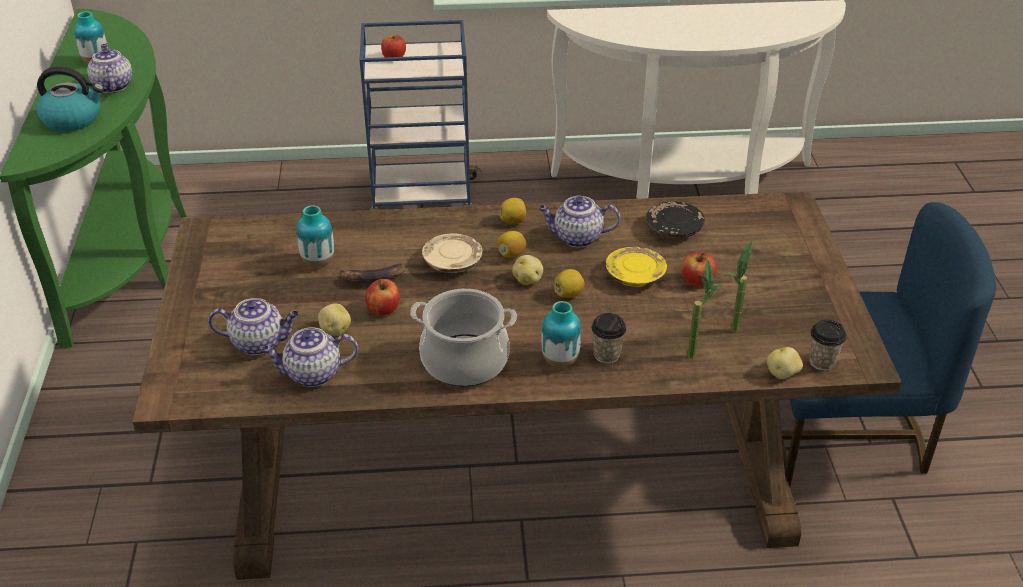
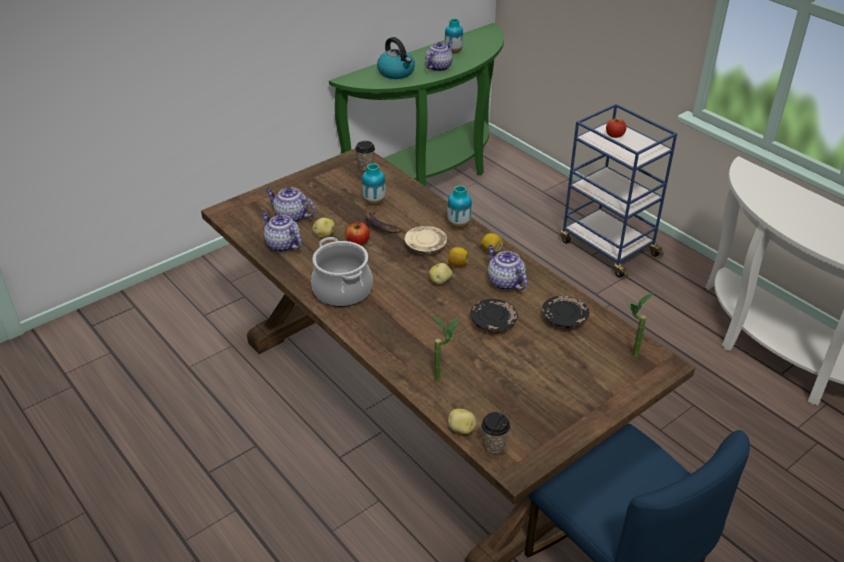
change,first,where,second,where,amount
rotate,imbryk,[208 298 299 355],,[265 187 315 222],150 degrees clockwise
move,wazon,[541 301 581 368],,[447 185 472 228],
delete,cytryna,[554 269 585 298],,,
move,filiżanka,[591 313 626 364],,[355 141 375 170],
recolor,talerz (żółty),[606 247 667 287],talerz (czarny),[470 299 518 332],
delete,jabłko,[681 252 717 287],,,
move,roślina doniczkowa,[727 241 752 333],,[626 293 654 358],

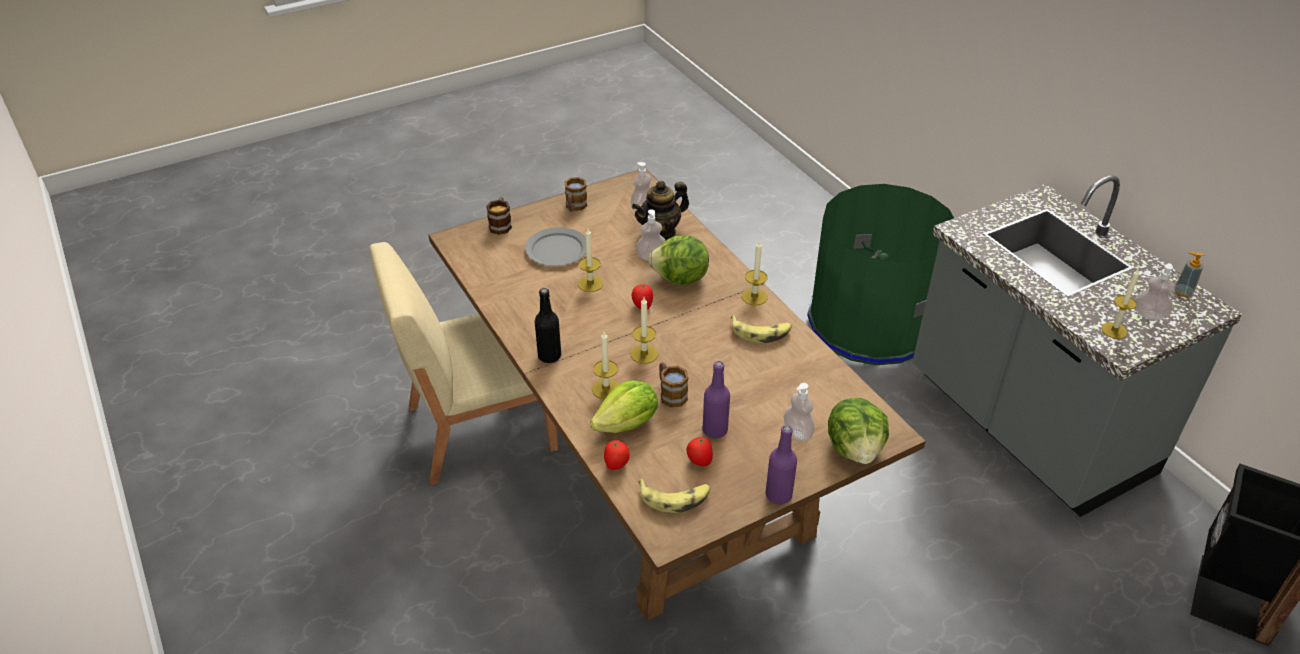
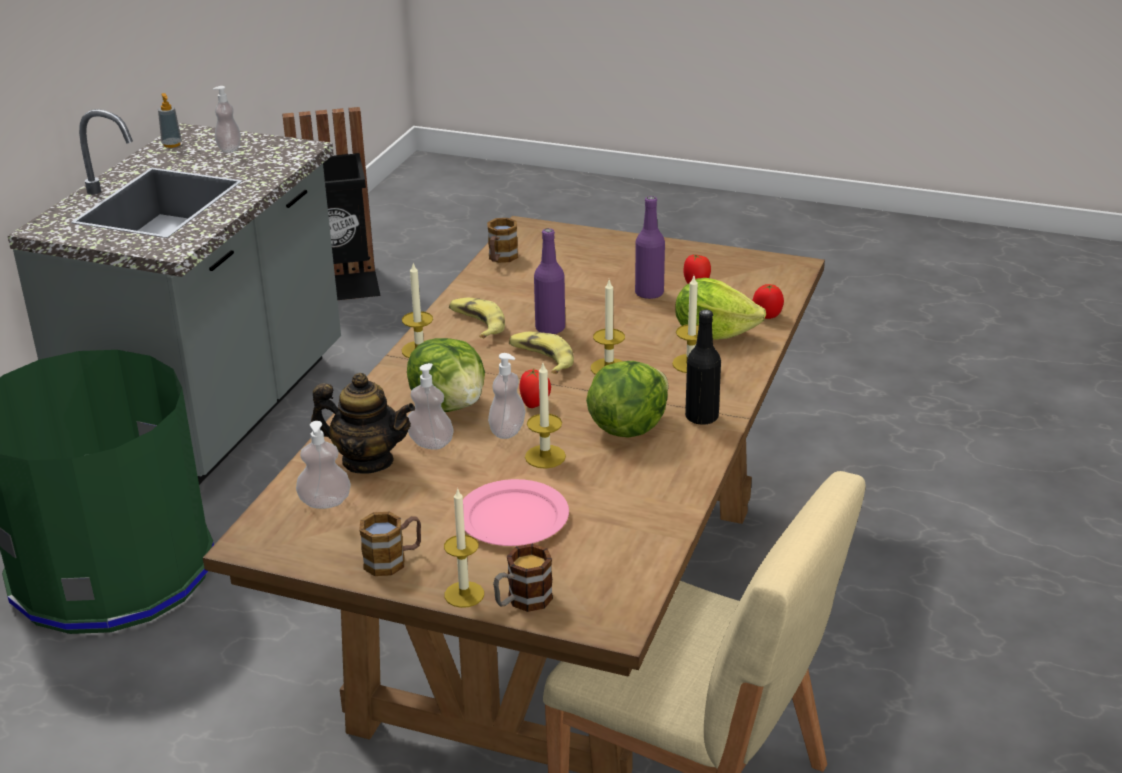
change,first,where,second,where,amount
recolor,talerz (szary),[525 227 586 266],talerz (różowy),[463 479 569 546],
move,banan,[638 479 710 513],,[509 332 574 374],
move,kubek,[659 362 689 407],,[487 218 518 263],
move,butelka (fioletowy),[766 425 797 504],,[534 228 565 334],
move,dozownik mydła,[784 383 815 441],,[488 353 525 439],
move,sałata,[828 398 889 464],,[586 361 669 437],
move,świeca,[1102 268 1139 339],,[444 488 484 608],

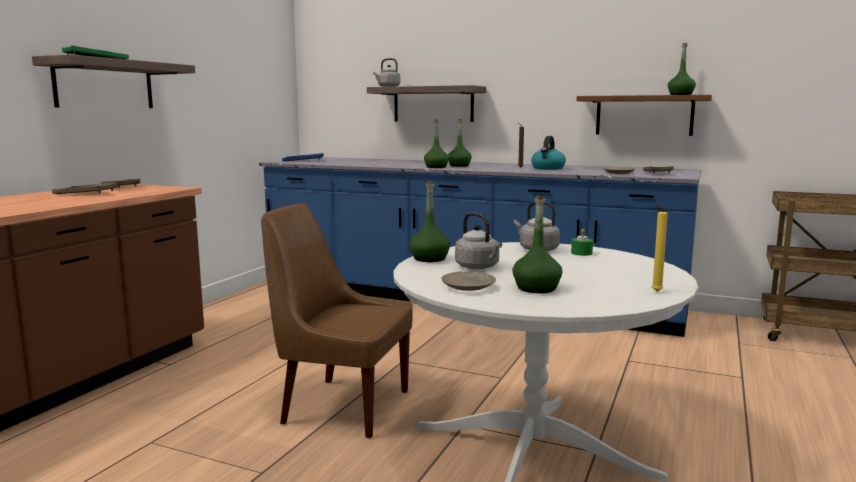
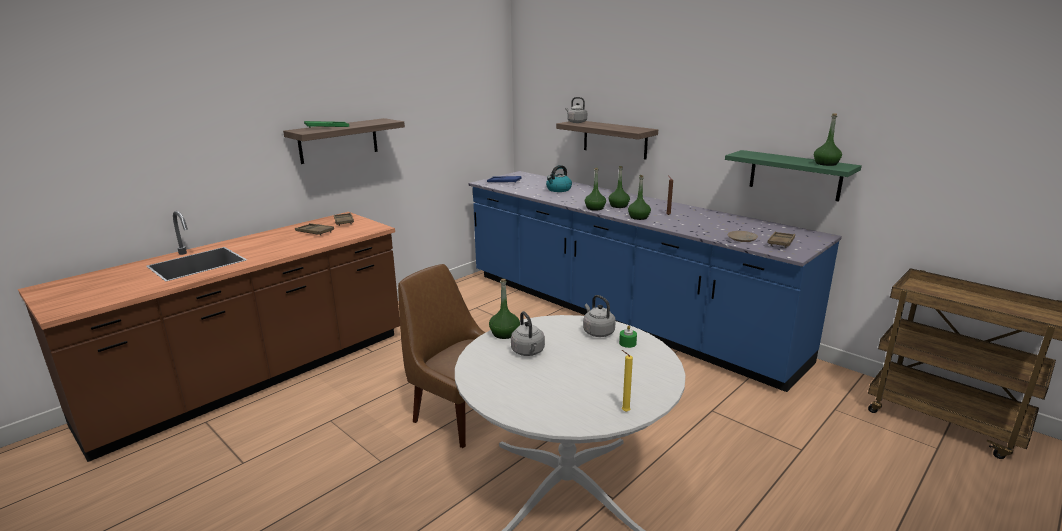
change,first,where,second,where,amount
delete,talerz (beżowy),[441 271 496 291],,,
move,butelka (zielony),[512 195 562 293],,[628 175 651 220],
move,czajnik,[531 136 566 170],,[546 165 572 192],
recolor,półka (brązowy),[577 95 712 136],półka (zielony),[725 150 862 201],

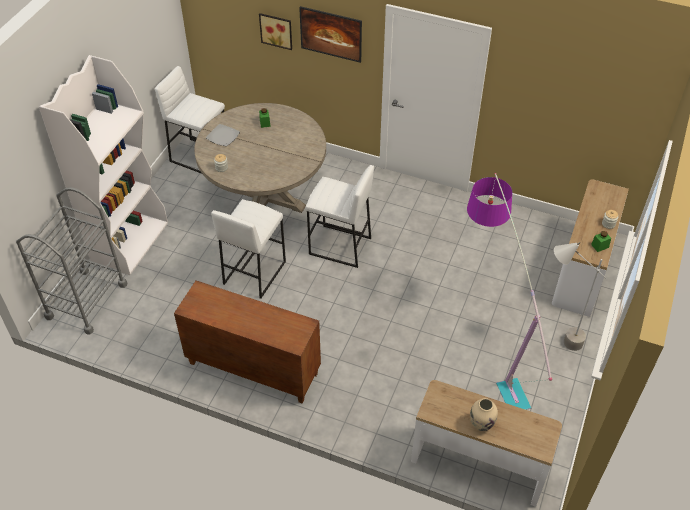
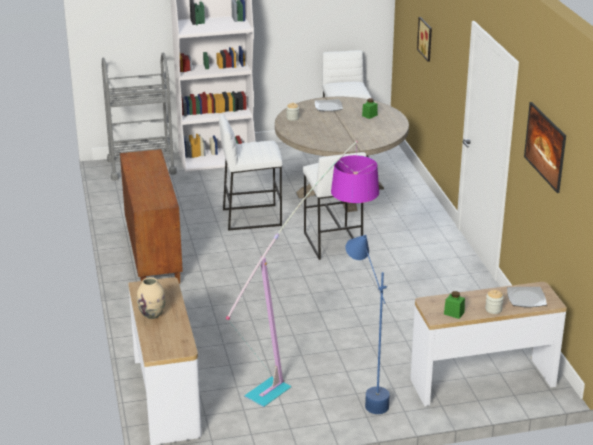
change,first,where,second,where,amount
move,obraz,[299 6 362 63],,[524 102 566 193],
recolor,lampa stojąca (szary),[554 242 607 351],lampa stojąca (niebieski),[345 235 389 414],
insert,,,talerz,[507 287 547 307],

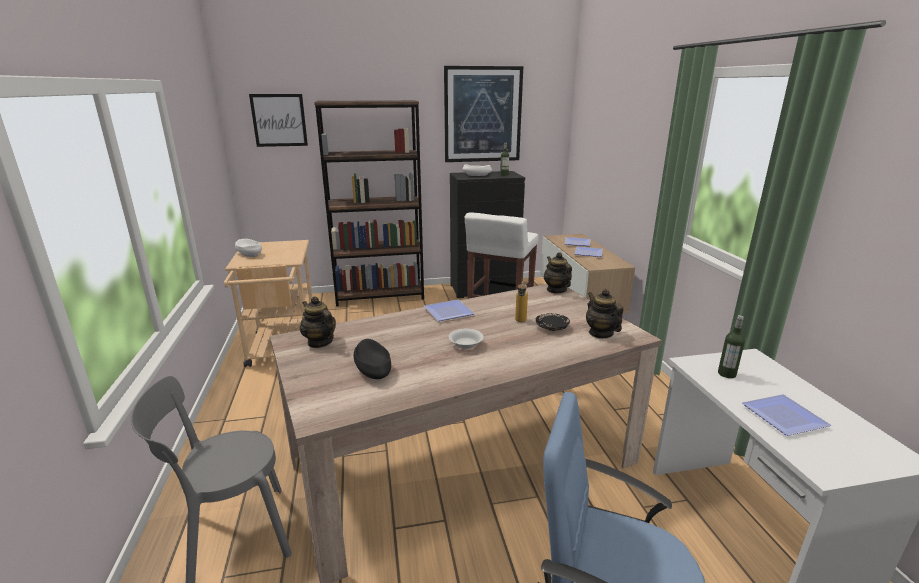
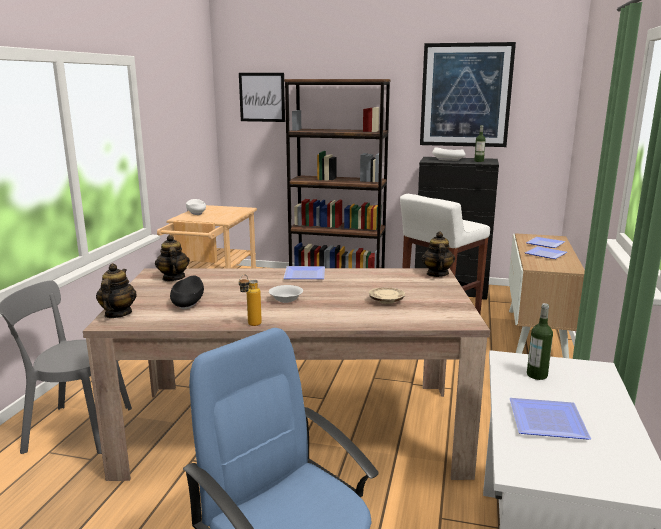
change,first,where,second,where,amount
move,butelka,[515 282 528 322],,[239 275 262 326],
recolor,talerz (czarny),[536 313 570 331],talerz (beżowy),[369 287 405 304],
move,imbryk,[586 289 623 339],,[96 263 137 318],

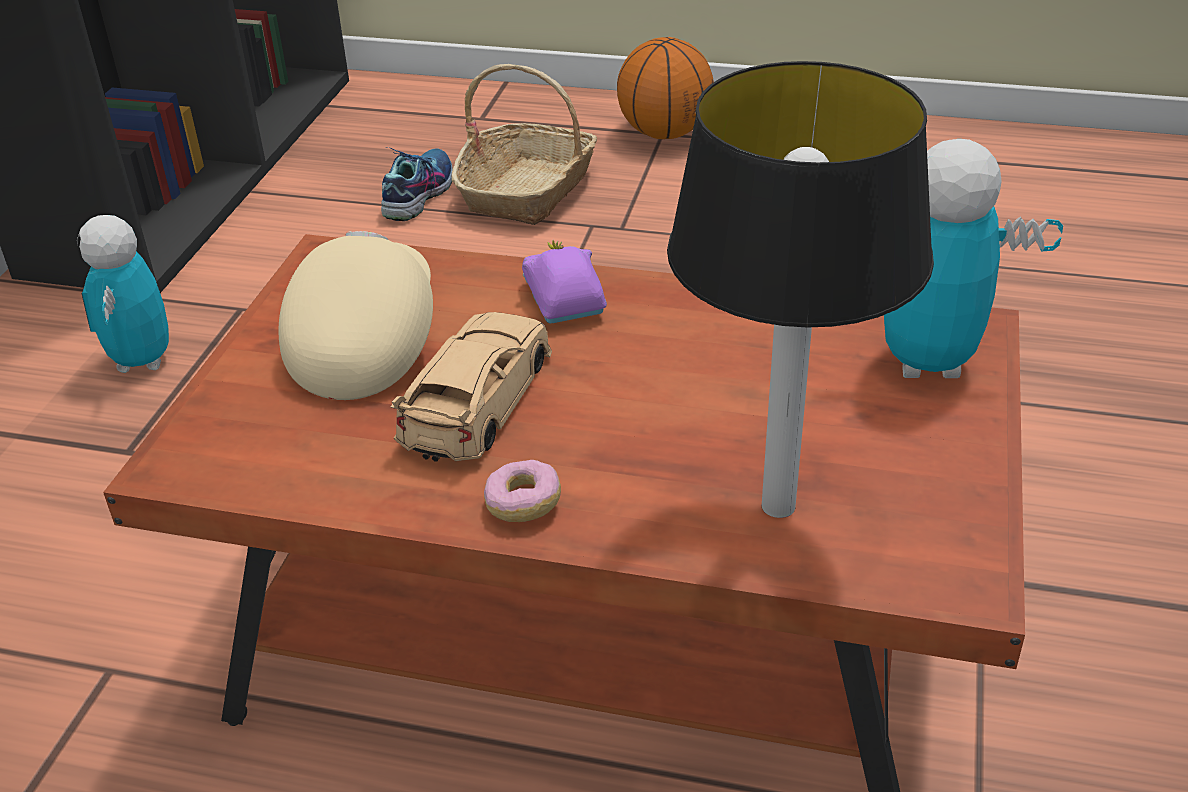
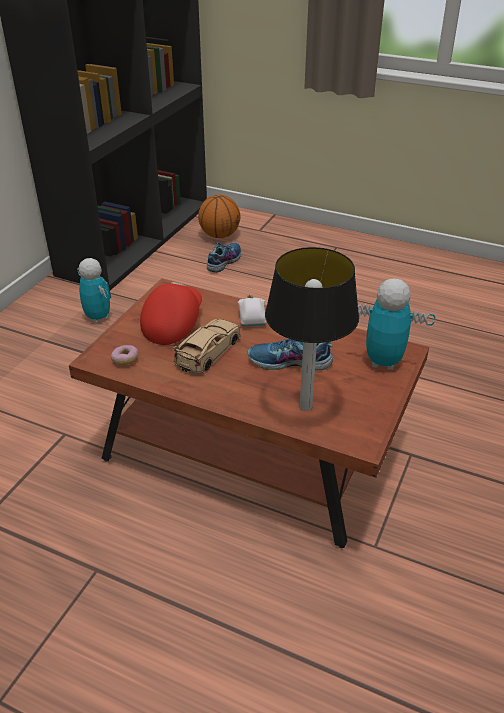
change,first,where,second,where,amount
rotate,robot zabawkowy,[77 215 169 373],,[77 258 111 323],135 degrees clockwise
recolor,czapka z daszkiem (beżowy),[278 231 433 400],czapka z daszkiem (czerwony),[140 282 202 345],
delete,koszyk,[452 64 597 225],,,
move,donut,[484 460 561 522],,[111 345 139 365],
recolor,samochodzik (fioletowy),[522 240 607 323],samochodzik (biały),[237 295 267 327],
move,piłka do koszykówki,[617 37 714 139],,[198 195 240 238],
insert,,,but,[248 339 333 370],

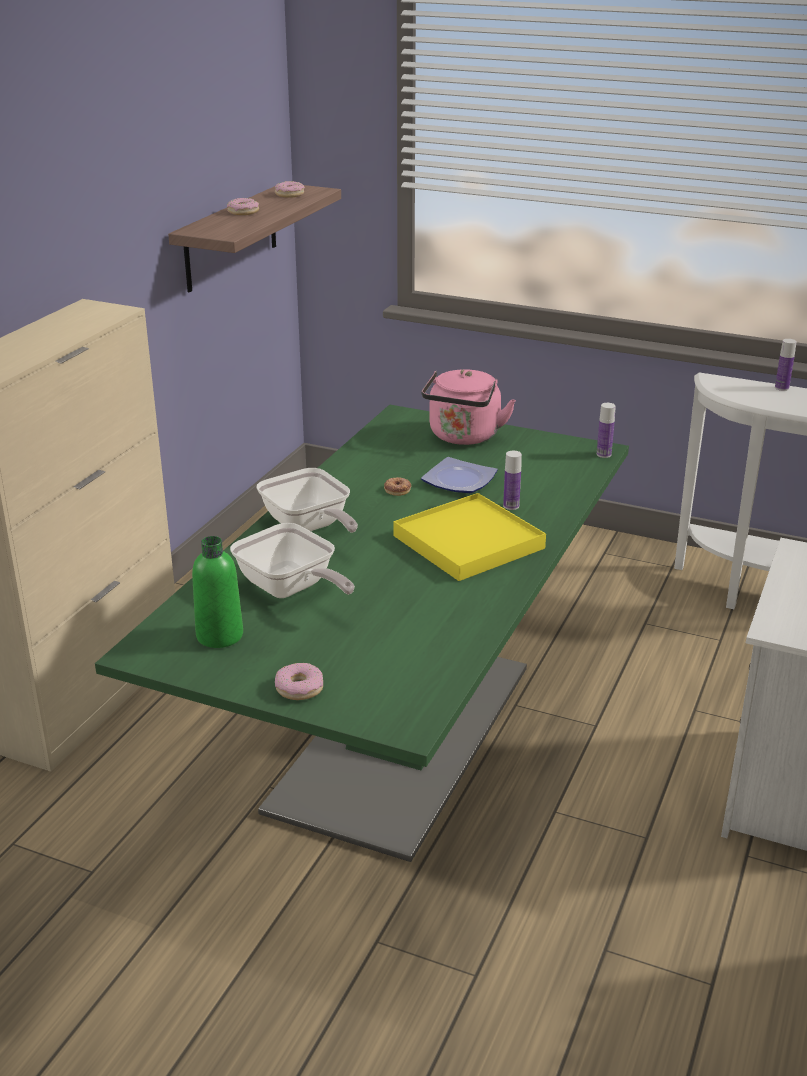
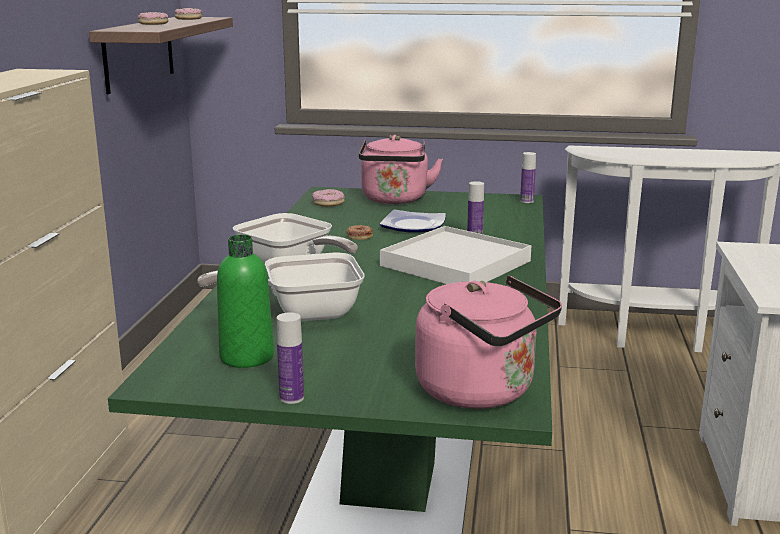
change,first,where,second,where,amount
rotate,patelnia,[230 523 355 598],,[198 253 365 322],135 degrees clockwise
move,donut,[275 663 323 700],,[312 189 345 207],
recolor,taca (żółty),[393 493 546 581],taca (biały),[380 226 532 284],
move,butelka,[775 339 797 391],,[277 312 304 404],
insert,,,czajnik (różowy),[415 275 562 409],

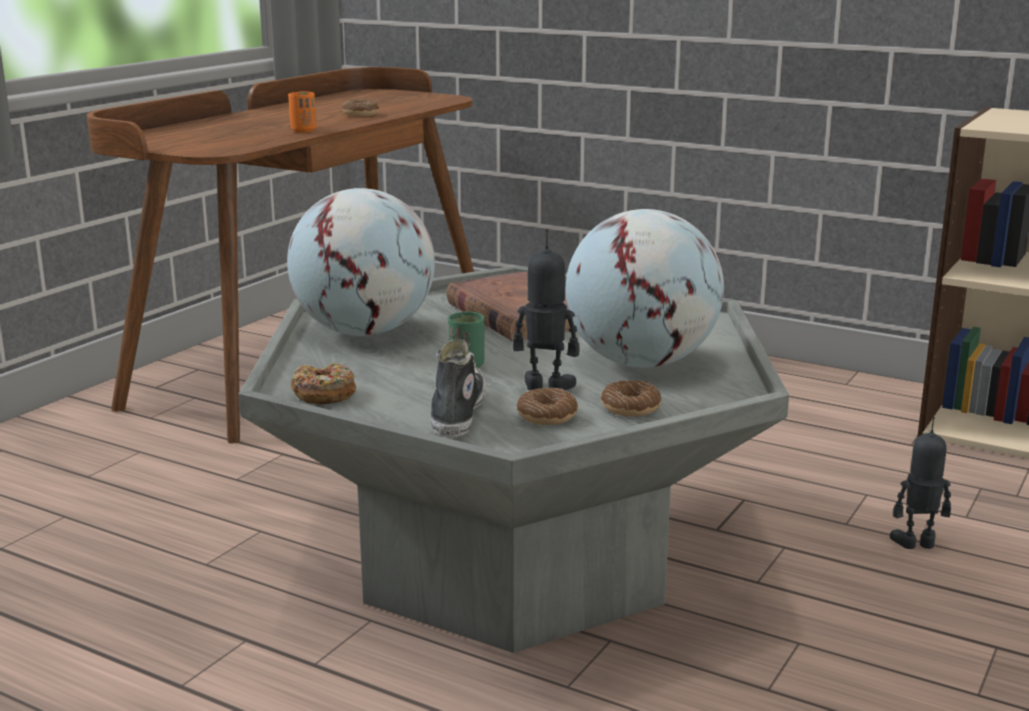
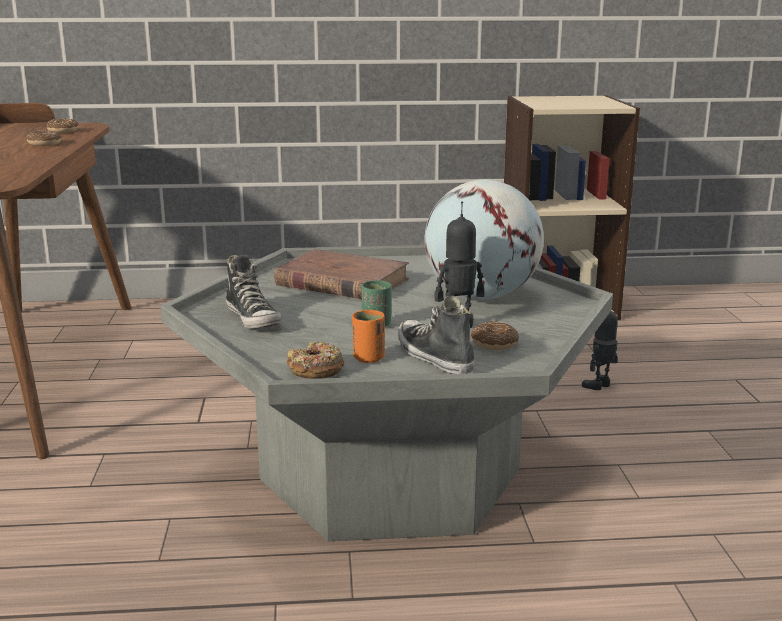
change,first,where,second,where,amount
replace,globus,[287 188 435 336],but,[226 255 282 328],
move,filiżanka (pomarańczowy),[288 92 317 132],,[352 310 385 363],
move,donut,[601 380 661 417],,[47 118 79 133],

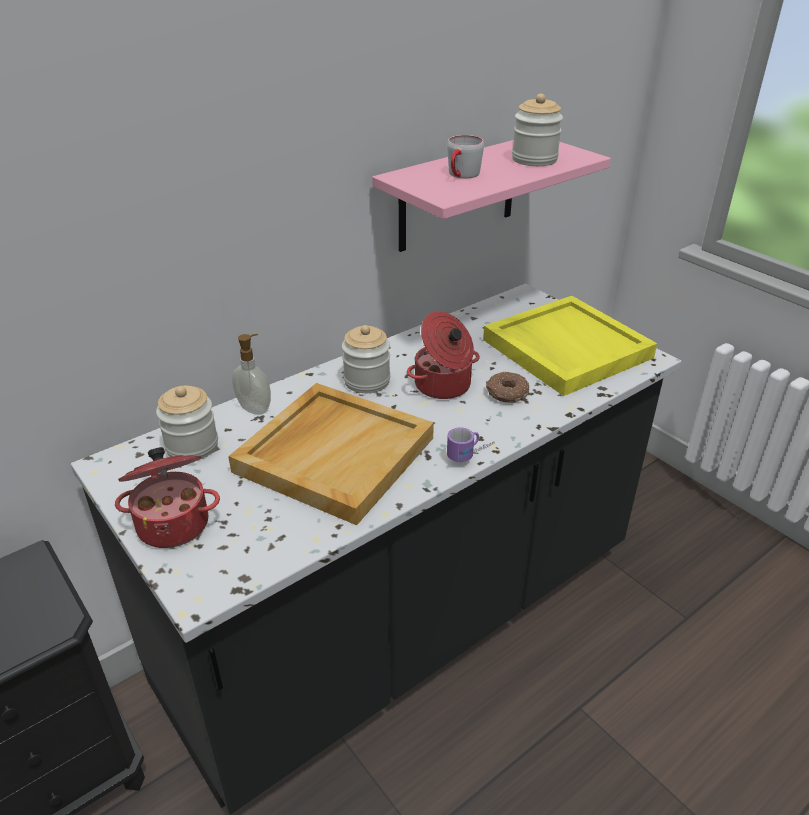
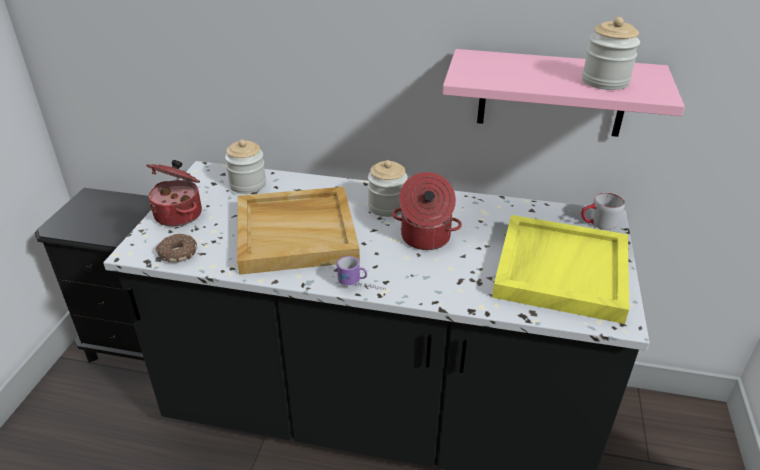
change,first,where,second,where,amount
delete,dozownik mydła,[232 334 271 415],,,
move,kubek (szary),[447 135 484 178],,[581 192 625 230],
move,donut,[486 372 529 403],,[155 234 197 263],

